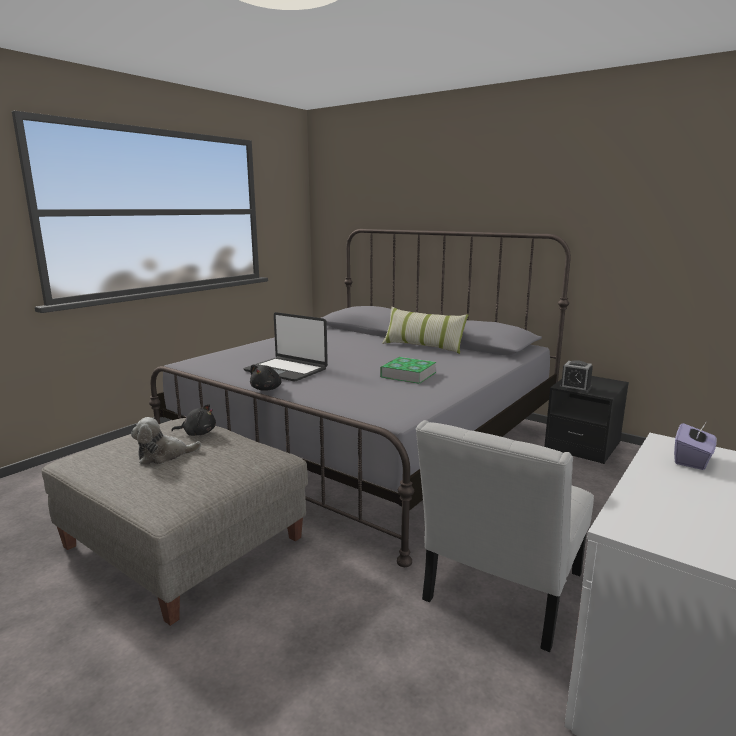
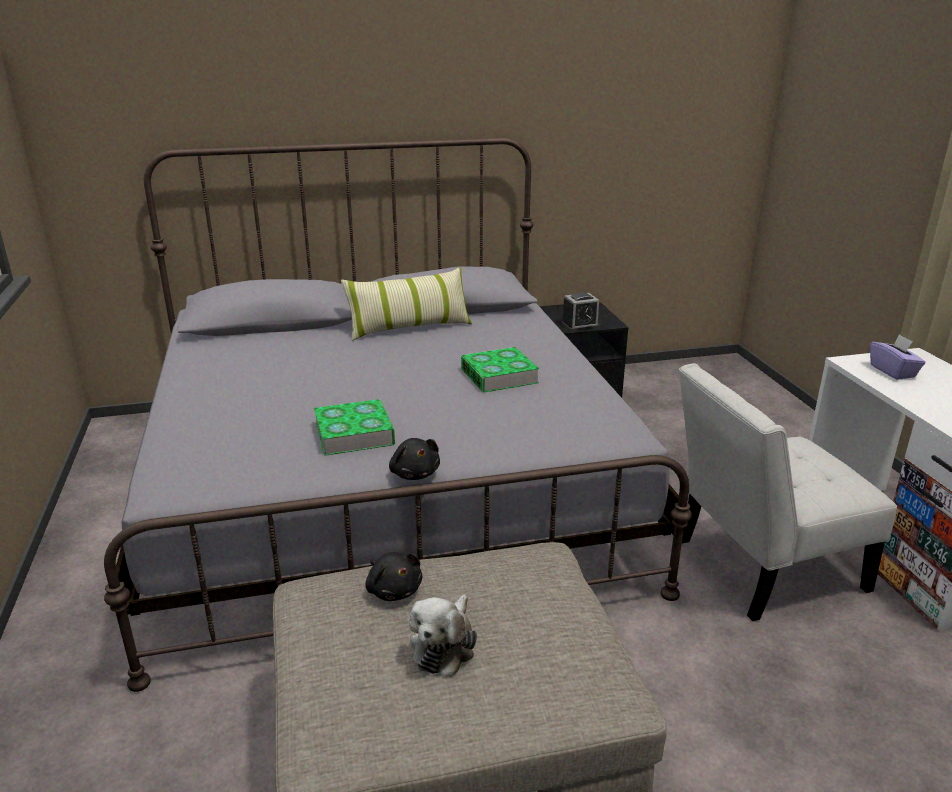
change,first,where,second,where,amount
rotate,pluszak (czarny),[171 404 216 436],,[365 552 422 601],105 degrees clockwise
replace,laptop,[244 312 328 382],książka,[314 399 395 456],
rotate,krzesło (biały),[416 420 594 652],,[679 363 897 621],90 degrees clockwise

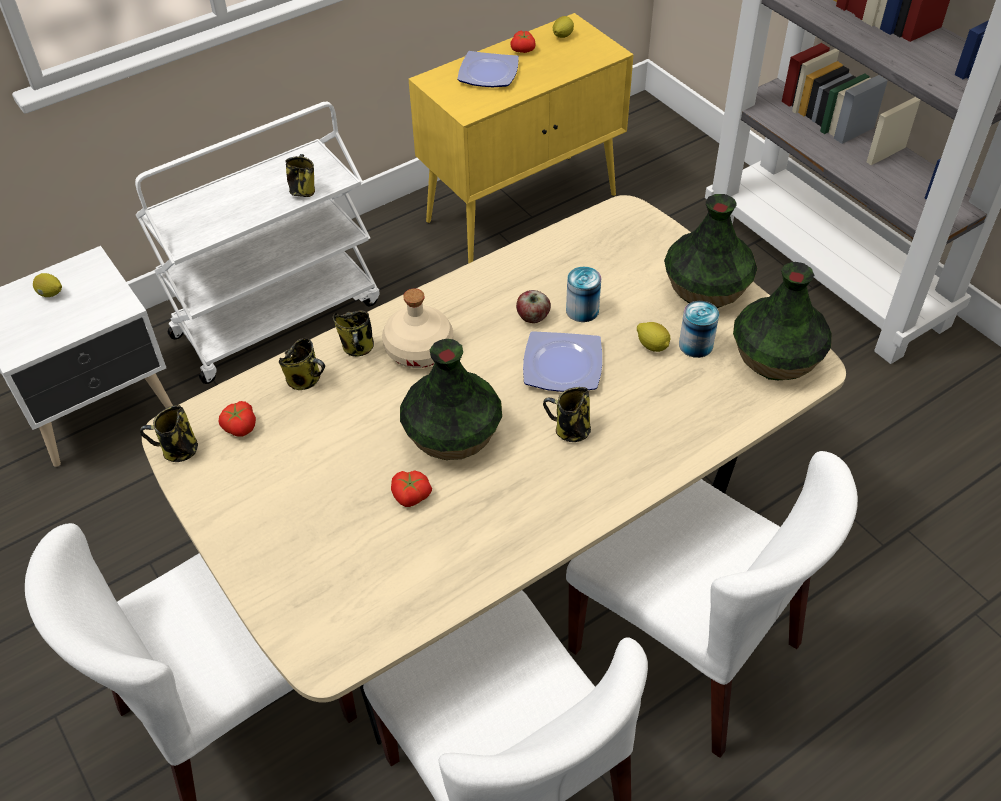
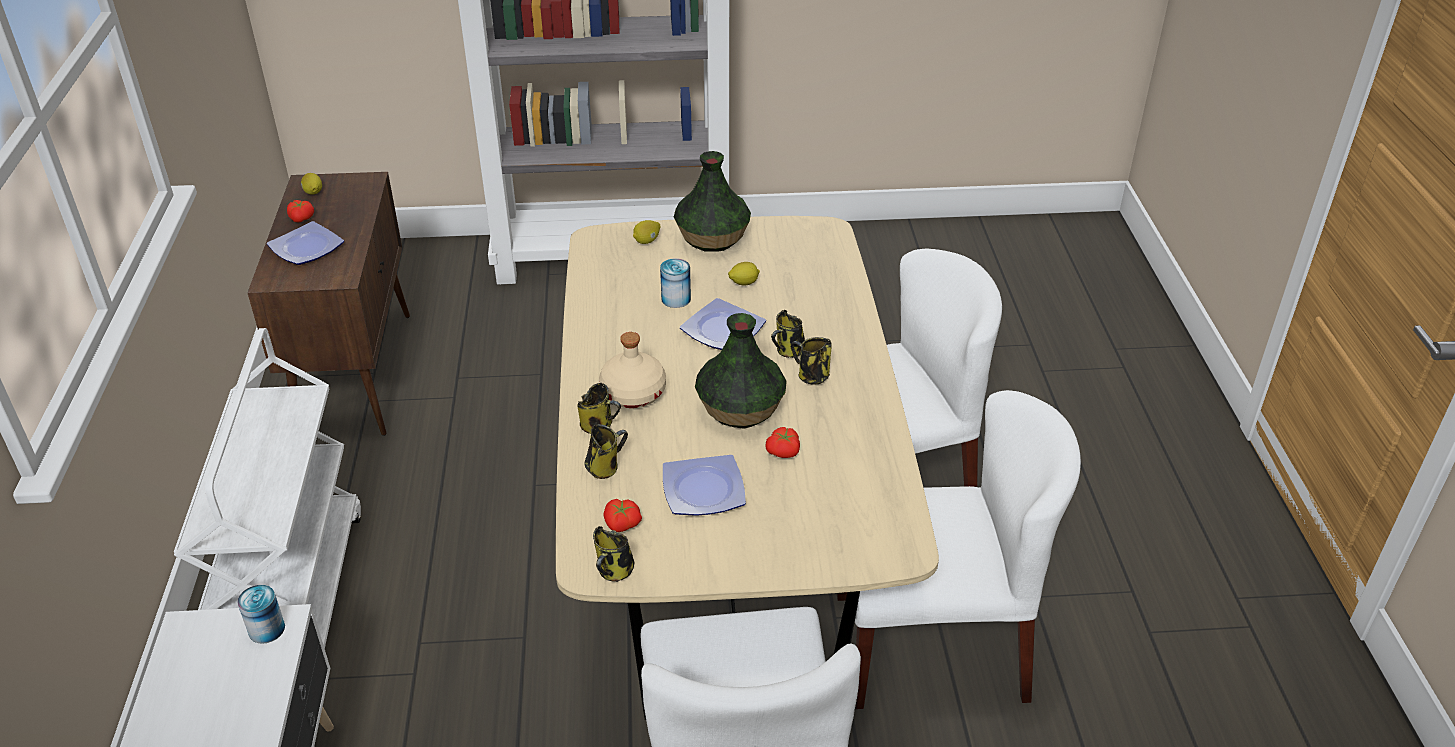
change,first,where,second,where,amount
move,cytryna,[33 273 62 297],,[633 220 661 244],
move,kubek,[285 154 315 197],,[791 337 832 385],
recolor,szafka (żółty),[409 13 634 263],szafka (brązowy),[247 172 410 436],
delete,jabłko,[516 290 551 323],,,
move,puszka,[679 301 719 358],,[237 585 285 644],
delete,wazon,[733 262 832 380],,,
insert,,,talerz,[663 455 746 516],

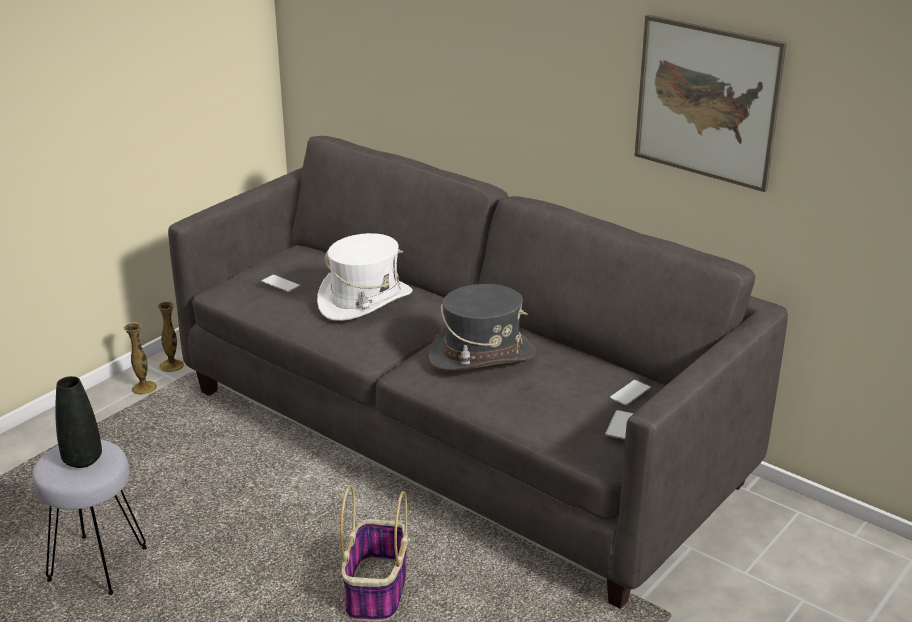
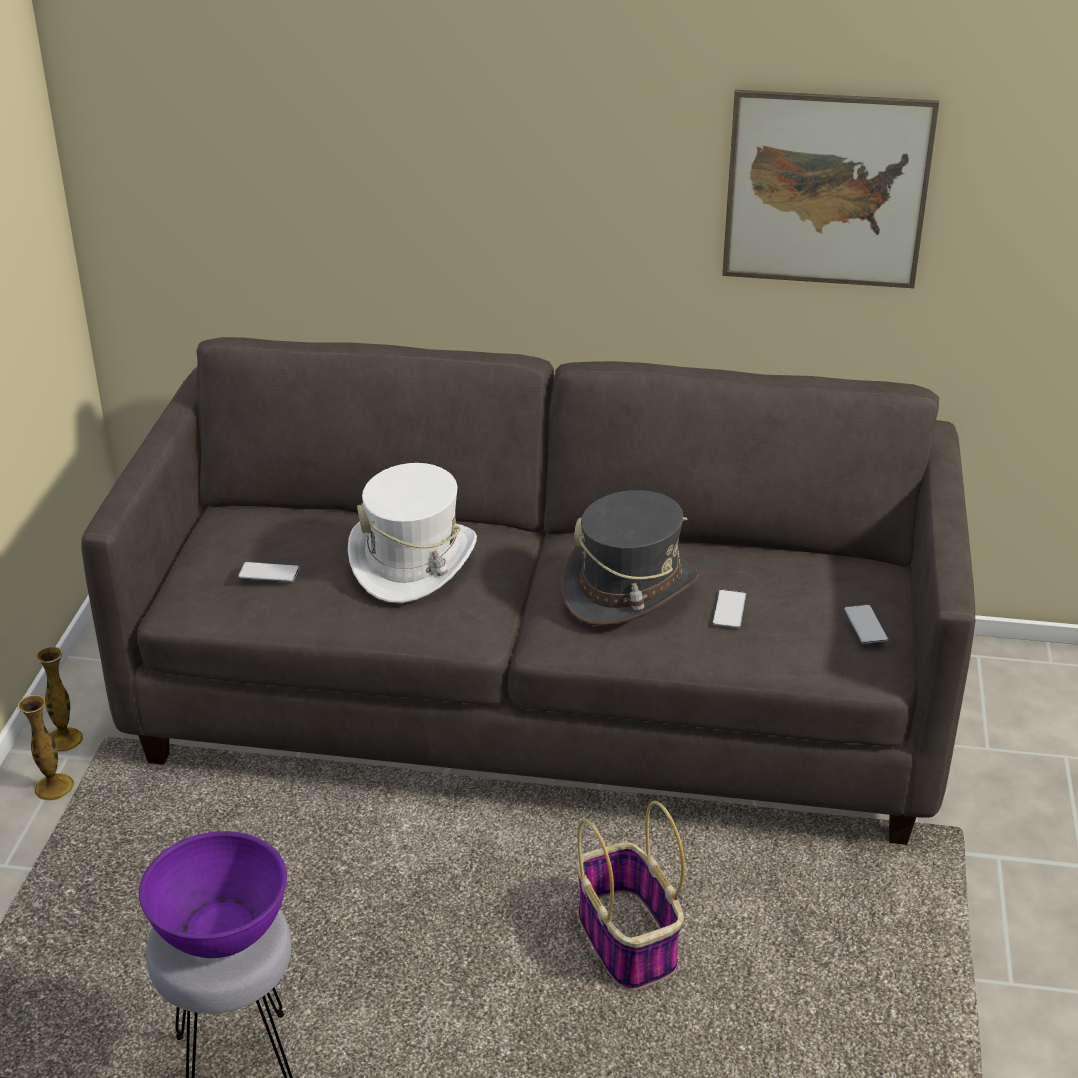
change,first,where,second,where,amount
replace,wazon (czarny),[55 376 102 468],miska (fioletowy),[139 831 287 958],
move,telefon,[610 380 651 405],,[713 589 746 628],

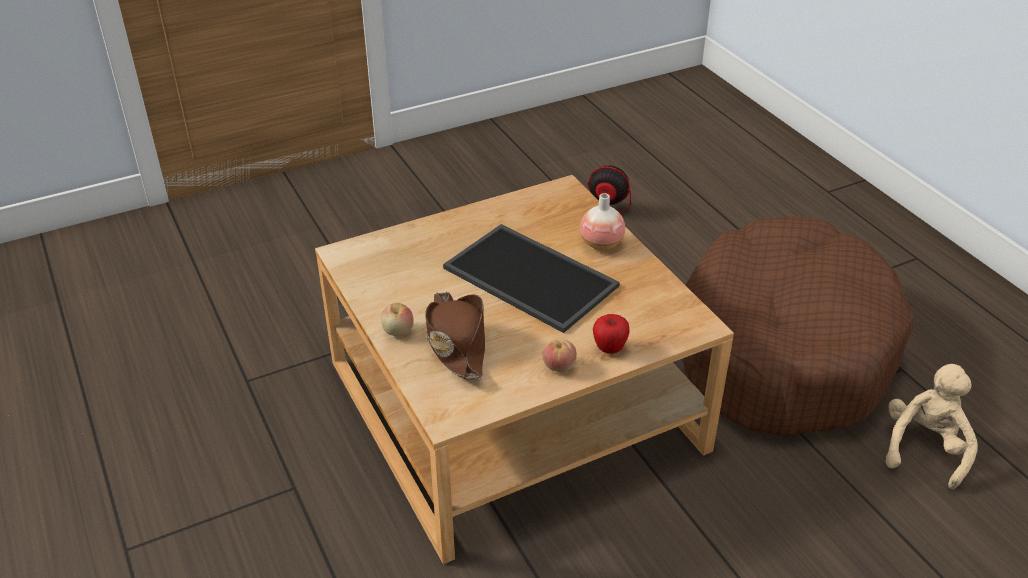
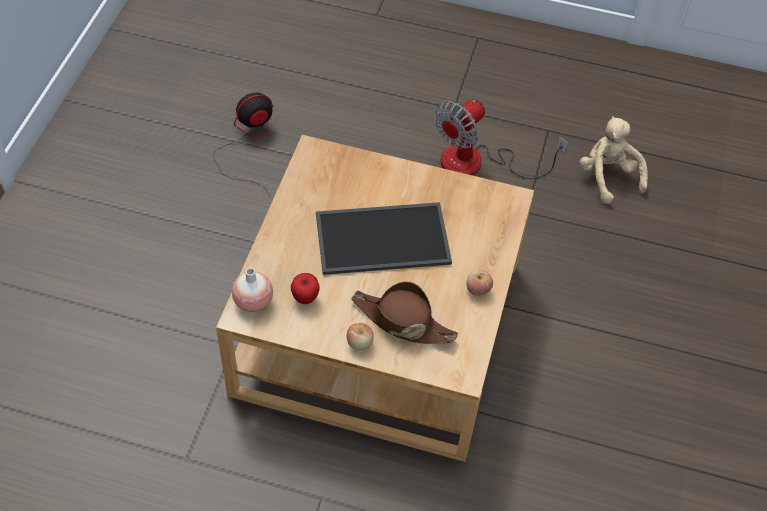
change,first,where,second,where,amount
move,wazon,[580 193 625 250],,[232 268 273 312],
move,jabłko,[593 314 630 354],,[291 273 319 304],
replace,legowisko (brązowy),[683 216 915 436],wentylator,[434 99 568 179],

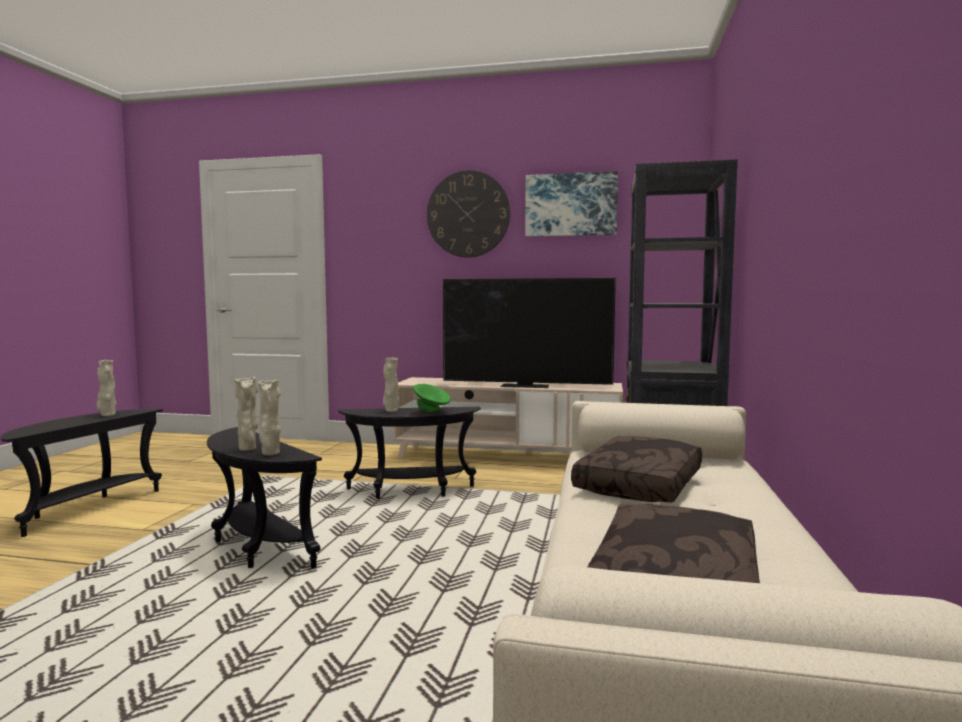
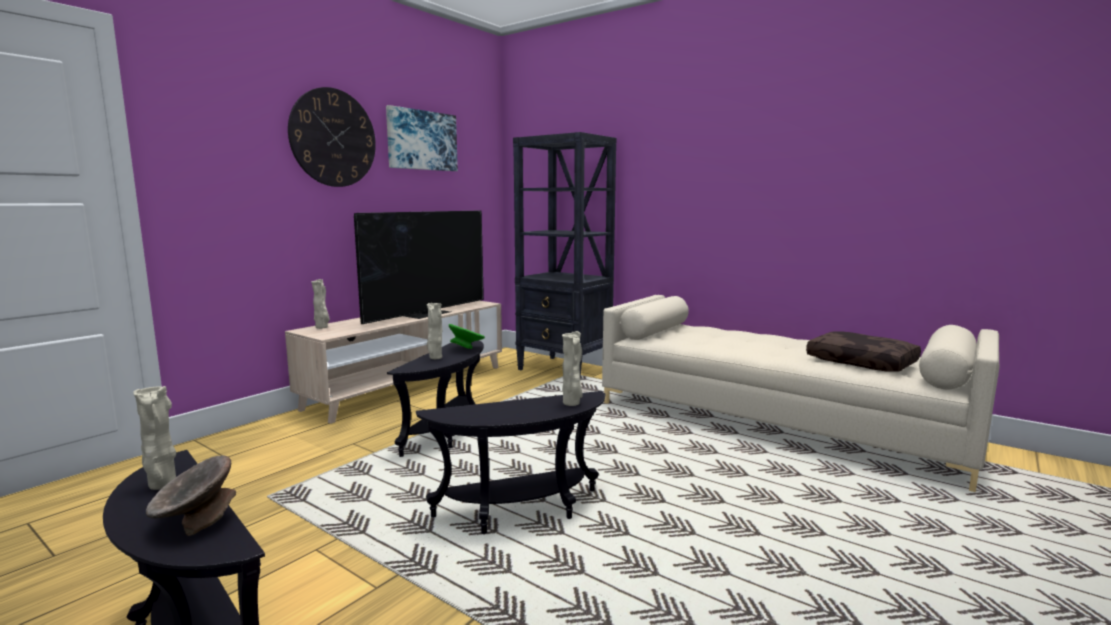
change,first,where,second,where,amount
move,wazon (beżowy),[234 377 258 451],,[311 279 330 329],
delete,poduszka (brązowy),[571 436 702 502],,,
insert,,,miska (szary),[146 455 236 536],

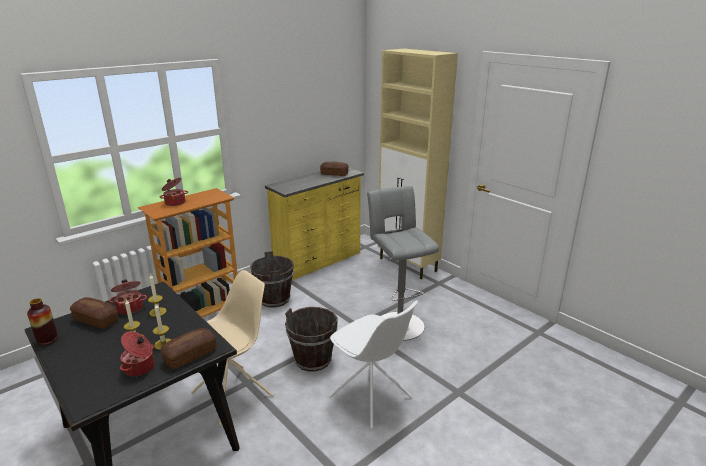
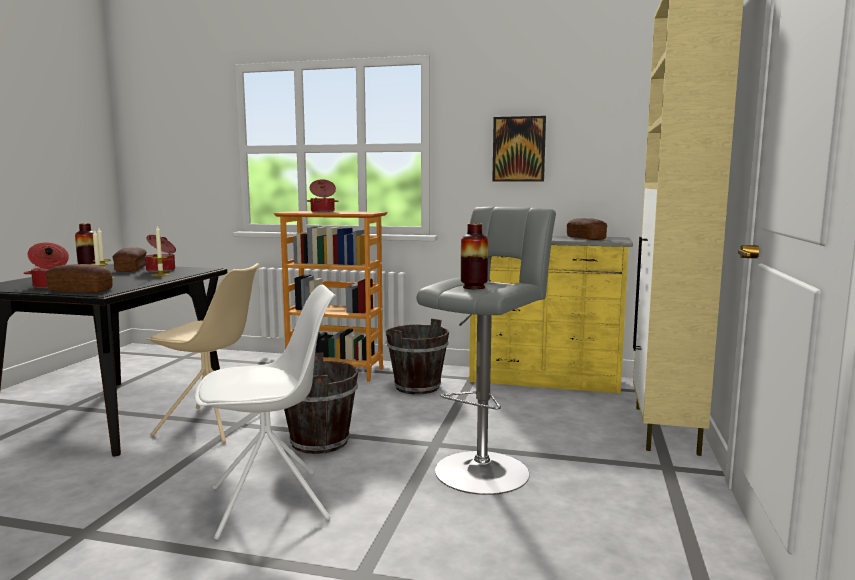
change,first,where,second,where,amount
rotate,krzesło (biały),[329 300 418 429],,[195 285 336 540],120 degrees counterclockwise
insert,,,wazon,[461 223 488 289],
insert,,,obraz,[492 116 546 182],

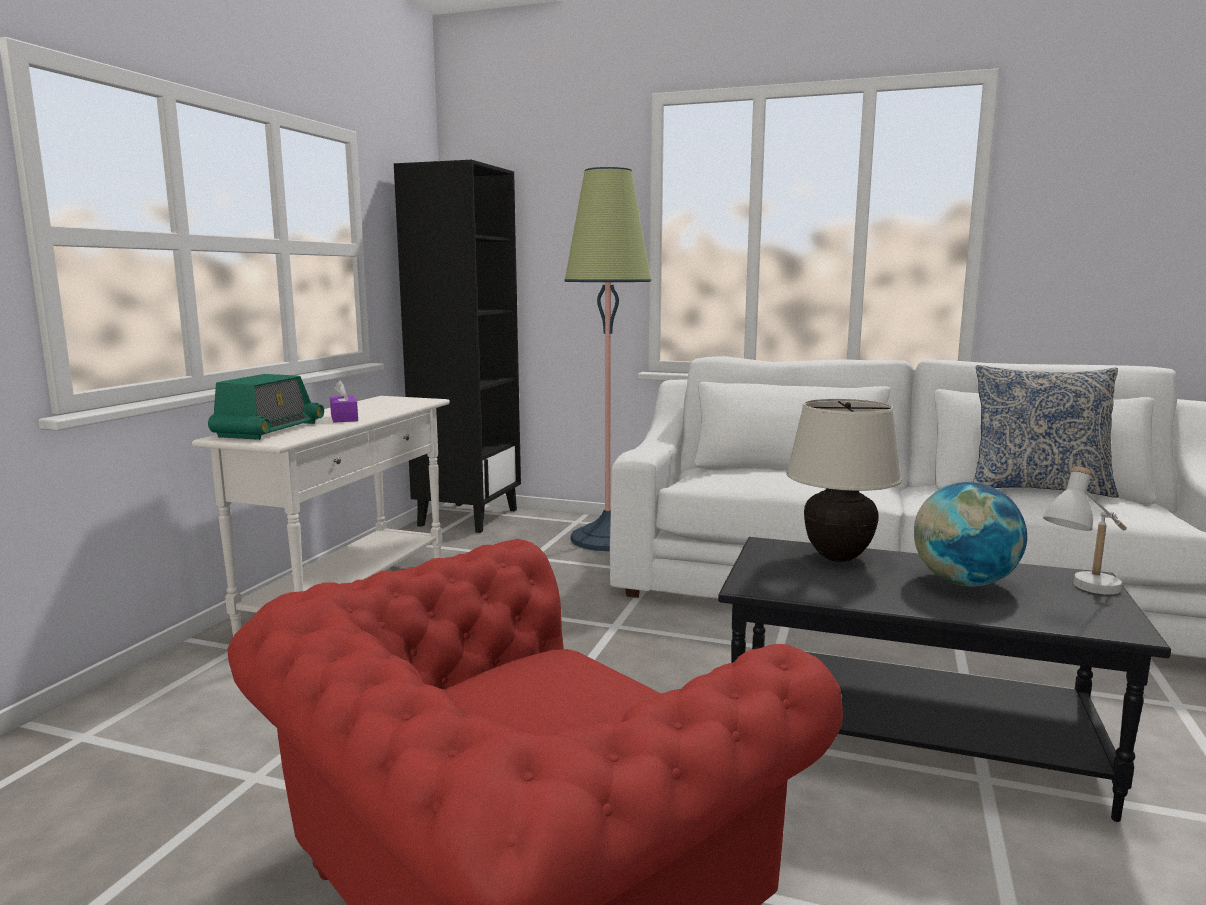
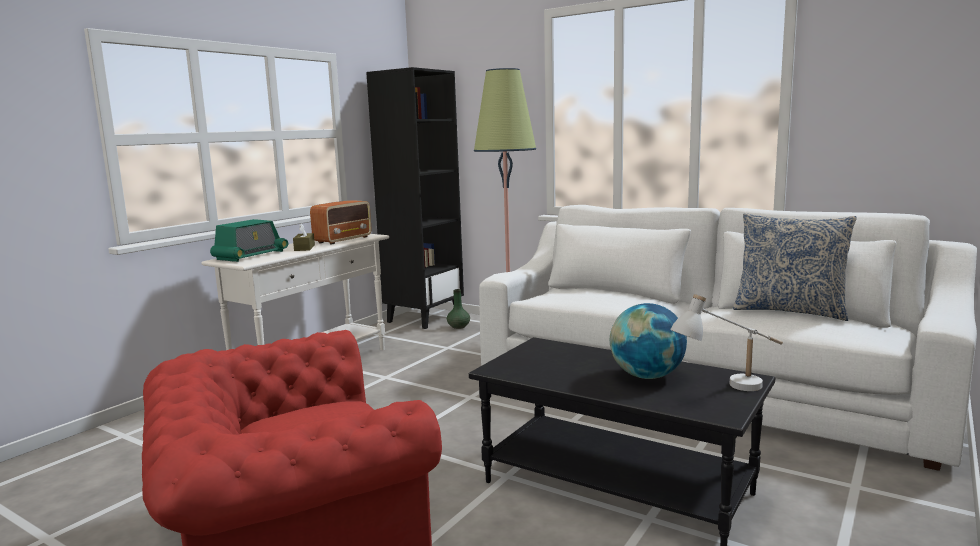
change,first,where,second,where,amount
recolor,pudełko chusteczek (fioletowy),[330 380 358 423],pudełko chusteczek (brązowy),[293 224 315 251],
delete,lampa stołowa (beżowy),[786 399 902 562],,,
insert,,,radio,[310 200 371 245],
insert,,,wazon (zielony),[447 289 470 329],

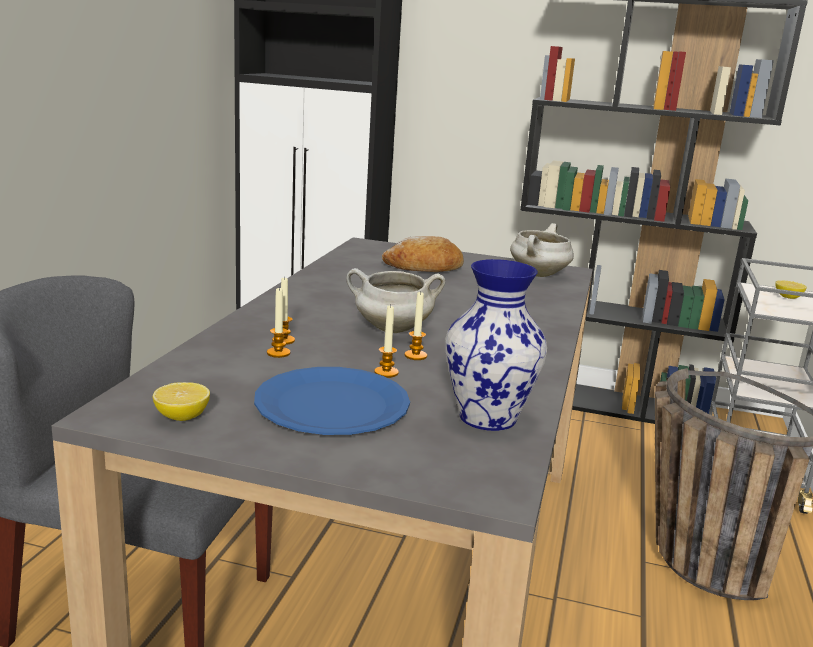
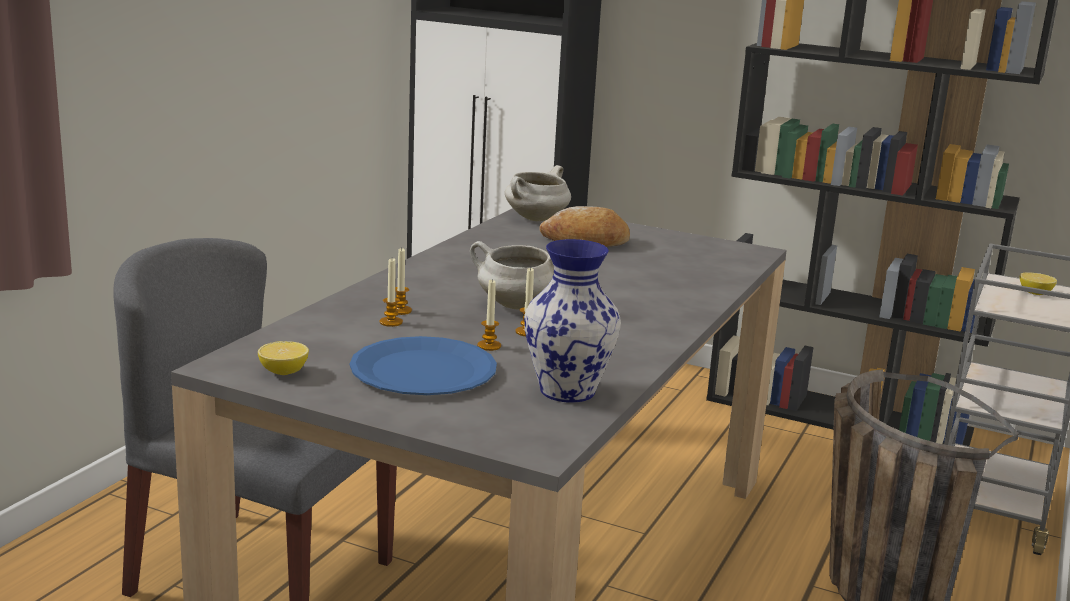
change,first,where,second,where,amount
move,garnek (biały),[510 223 574 277],,[505 165 571 221],

